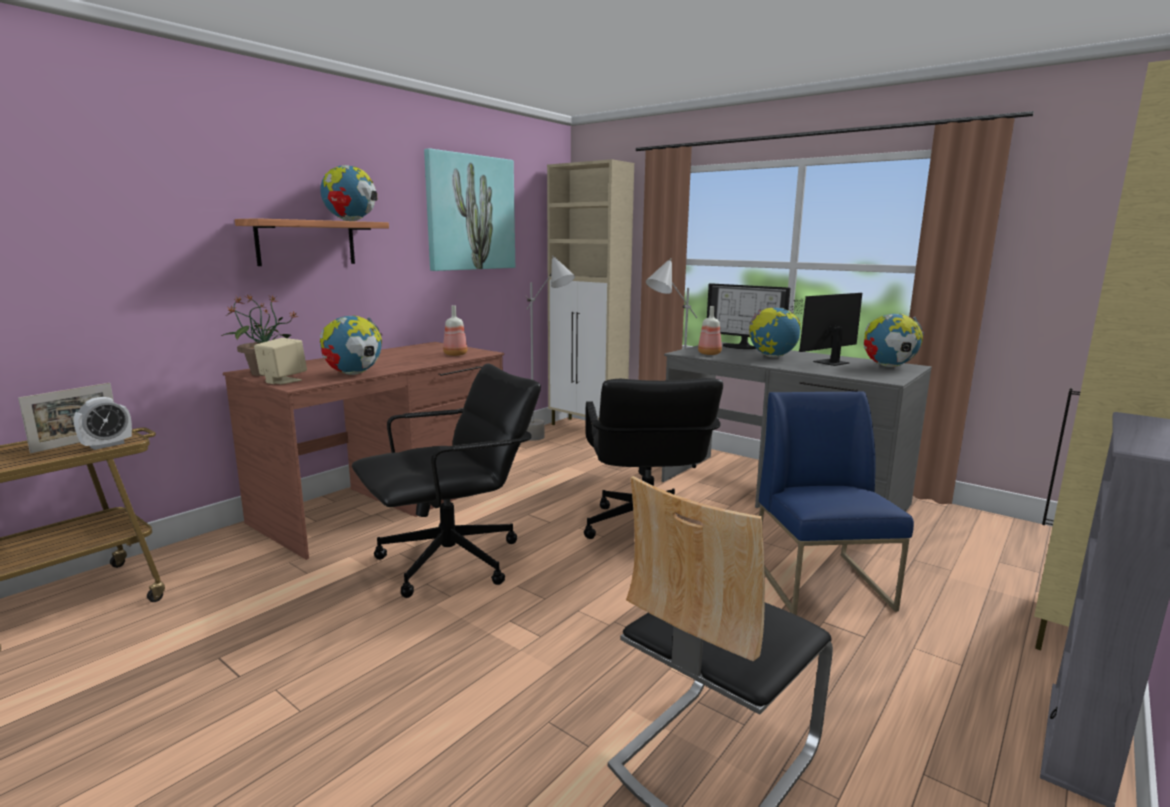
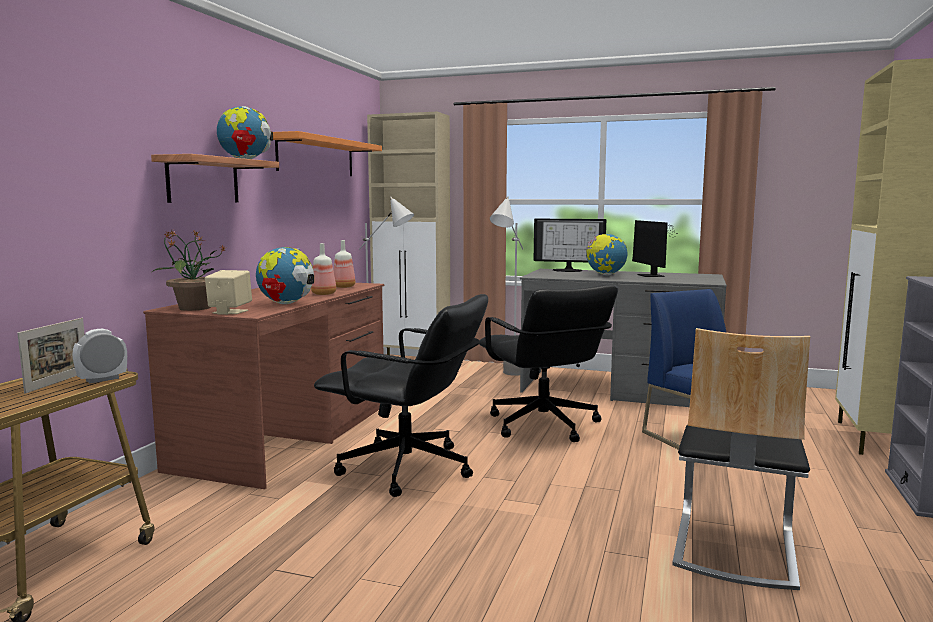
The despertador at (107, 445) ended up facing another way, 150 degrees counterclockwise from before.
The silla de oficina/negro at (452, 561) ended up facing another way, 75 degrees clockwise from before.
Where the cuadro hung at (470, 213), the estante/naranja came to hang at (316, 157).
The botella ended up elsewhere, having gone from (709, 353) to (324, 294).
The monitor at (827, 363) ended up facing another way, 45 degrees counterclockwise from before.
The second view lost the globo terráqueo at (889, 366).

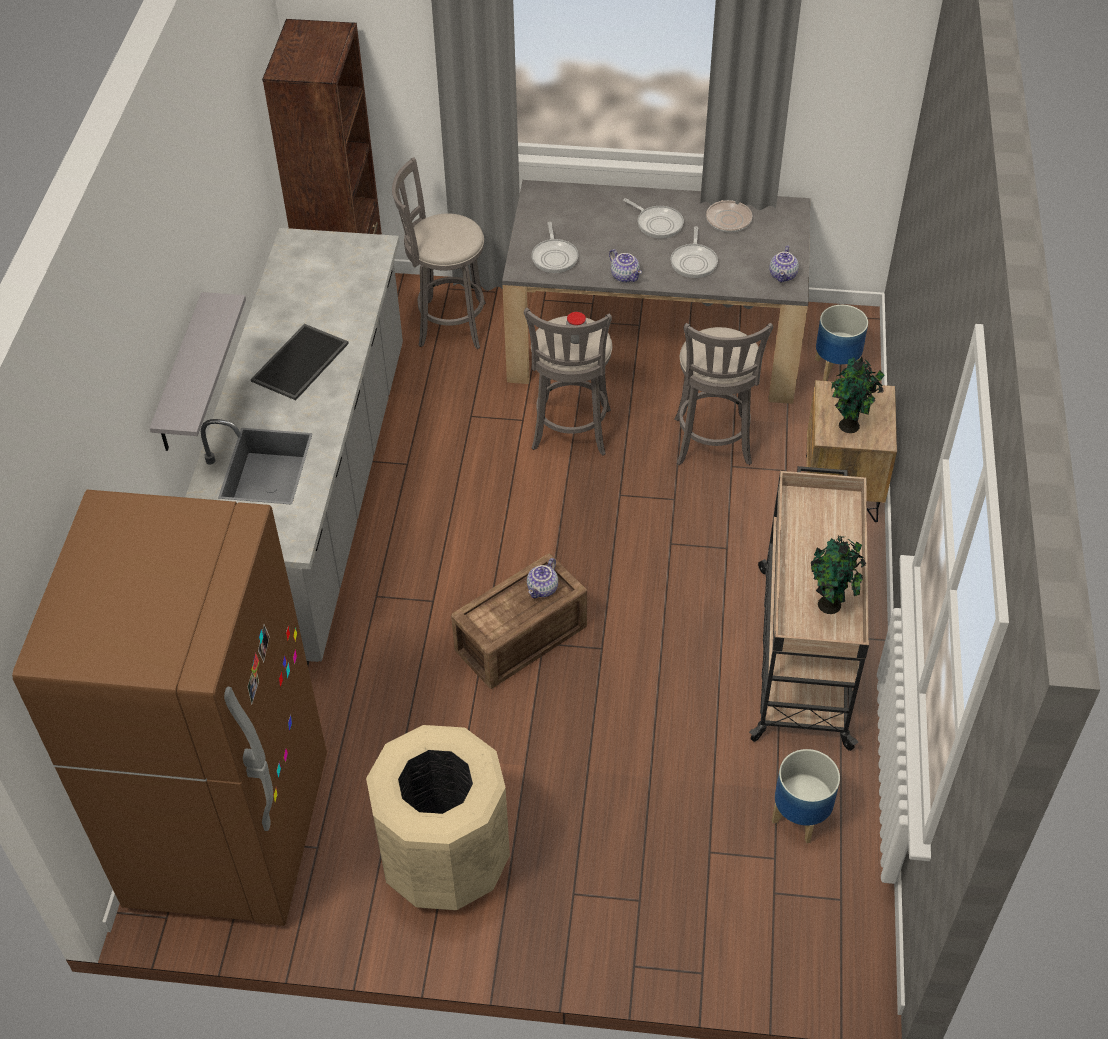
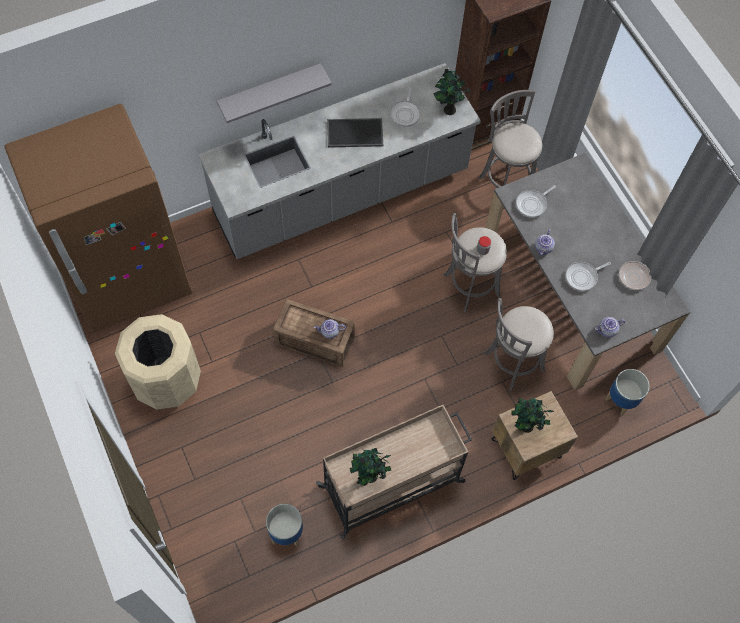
The sartén ended up elsewhere, having gone from (657, 223) to (405, 113).
The second view gained the planta en maceta at (448, 110).

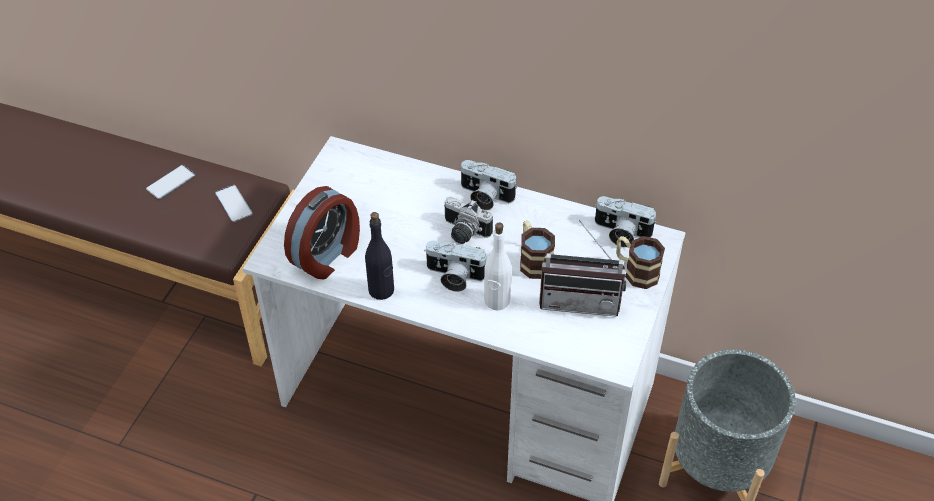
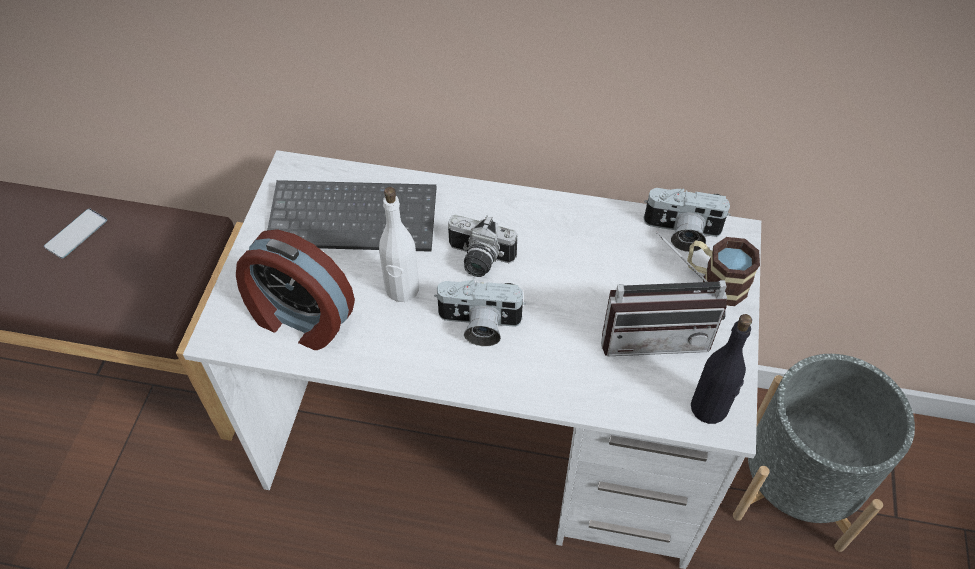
The second view lost the móvil at (233, 203).
The despertador at (327, 255) ended up facing another way, 90 degrees clockwise from before.
The botella/negro ended up elsewhere, having gone from (381, 290) to (709, 408).
The second view lost the cámara at (484, 197).
The botella/blanco ended up elsewhere, having gone from (496, 301) to (402, 289).
The second view lost the taza grande at (533, 260).
The second view gained the teclado at (356, 217).

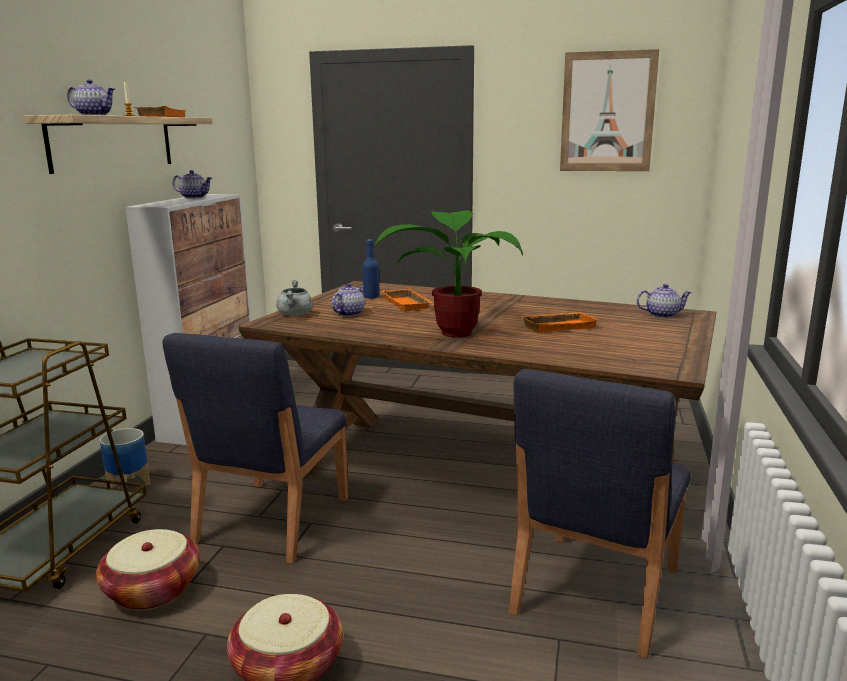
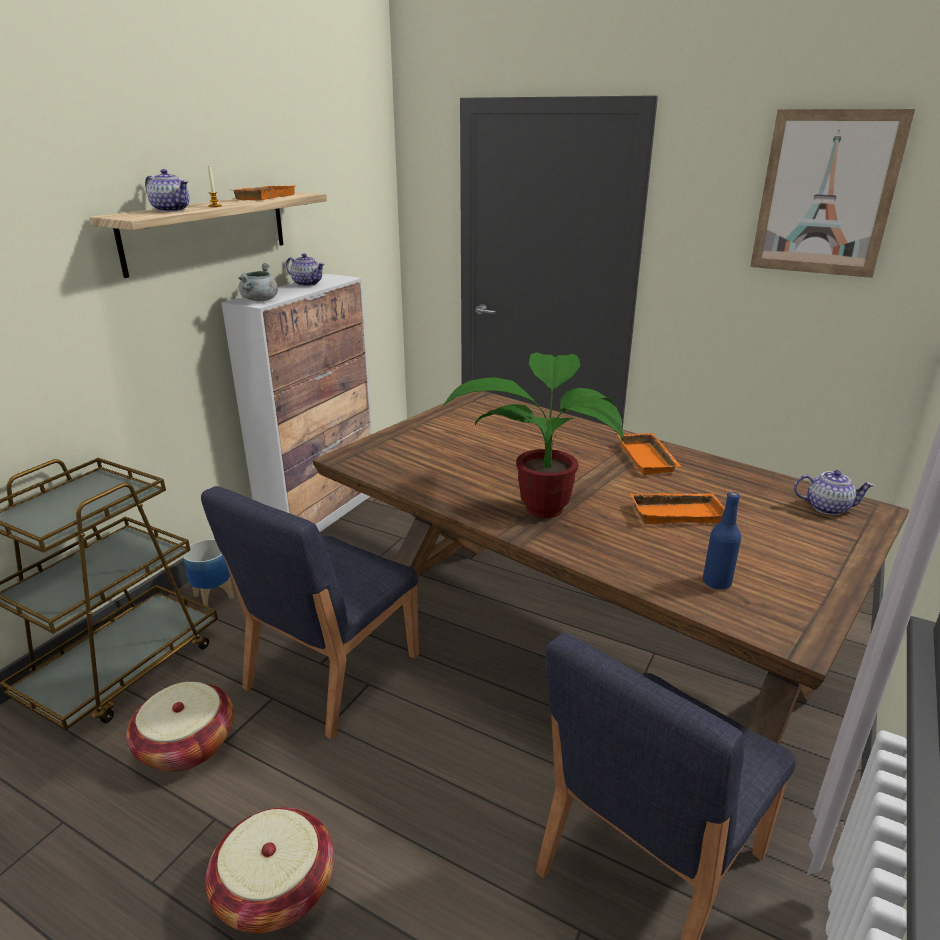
The olla/gris ended up elsewhere, having gone from (295, 315) to (260, 300).
The second view lost the tetera at (349, 313).
The botella/azul ended up elsewhere, having gone from (371, 297) to (716, 582).
The bandeja/naranja ended up elsewhere, having gone from (408, 304) to (649, 459).

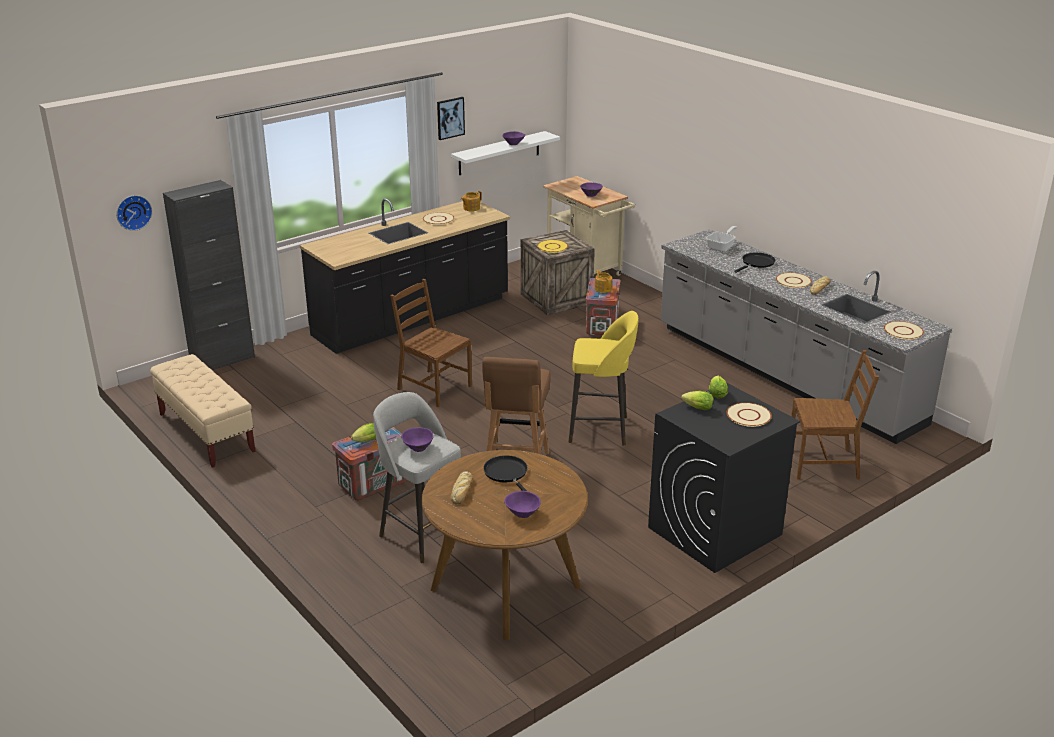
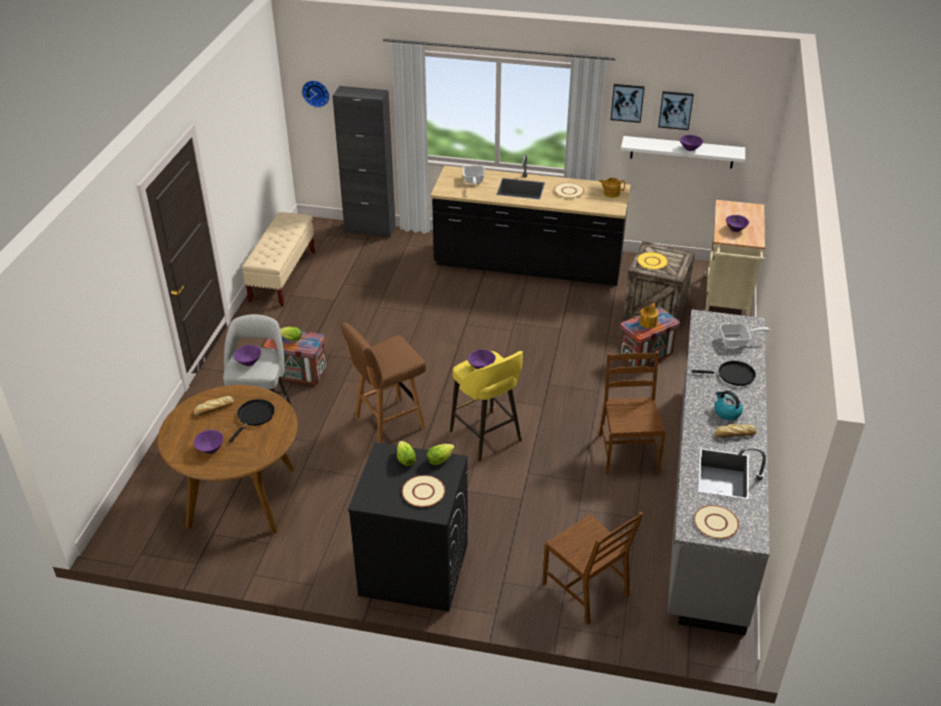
The silla/marrón ended up elsewhere, having gone from (433, 388) to (627, 452).
Where the plato/beis stood at (793, 281), the hervidor came to stand at (726, 412).
The second view gained the sartén at (473, 181).
The second view gained the cuenco/morado at (481, 367).
The second view gained the cuadro at (675, 110).

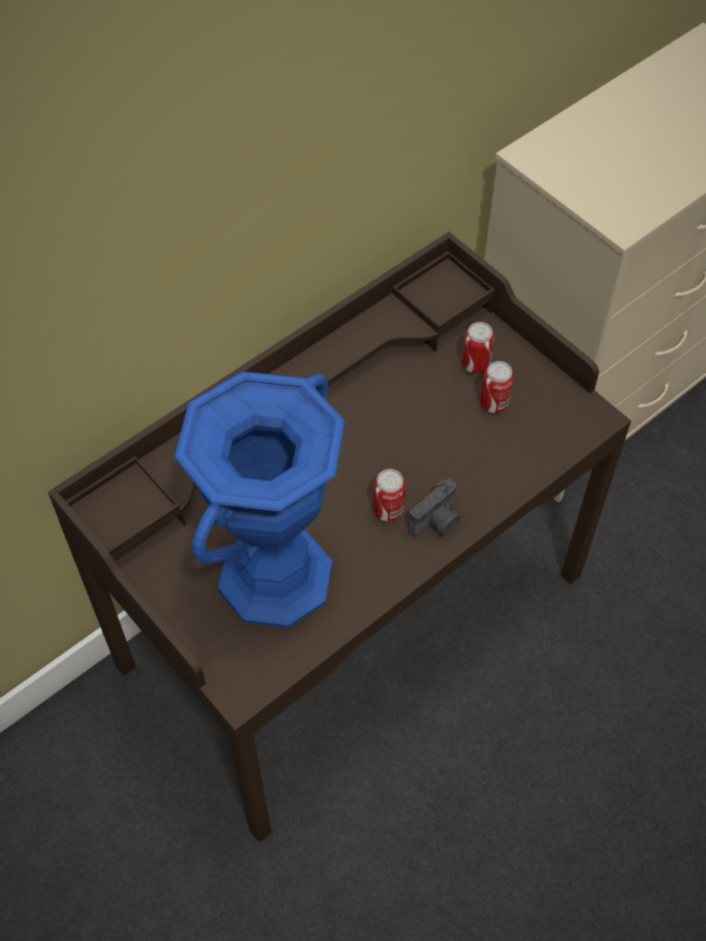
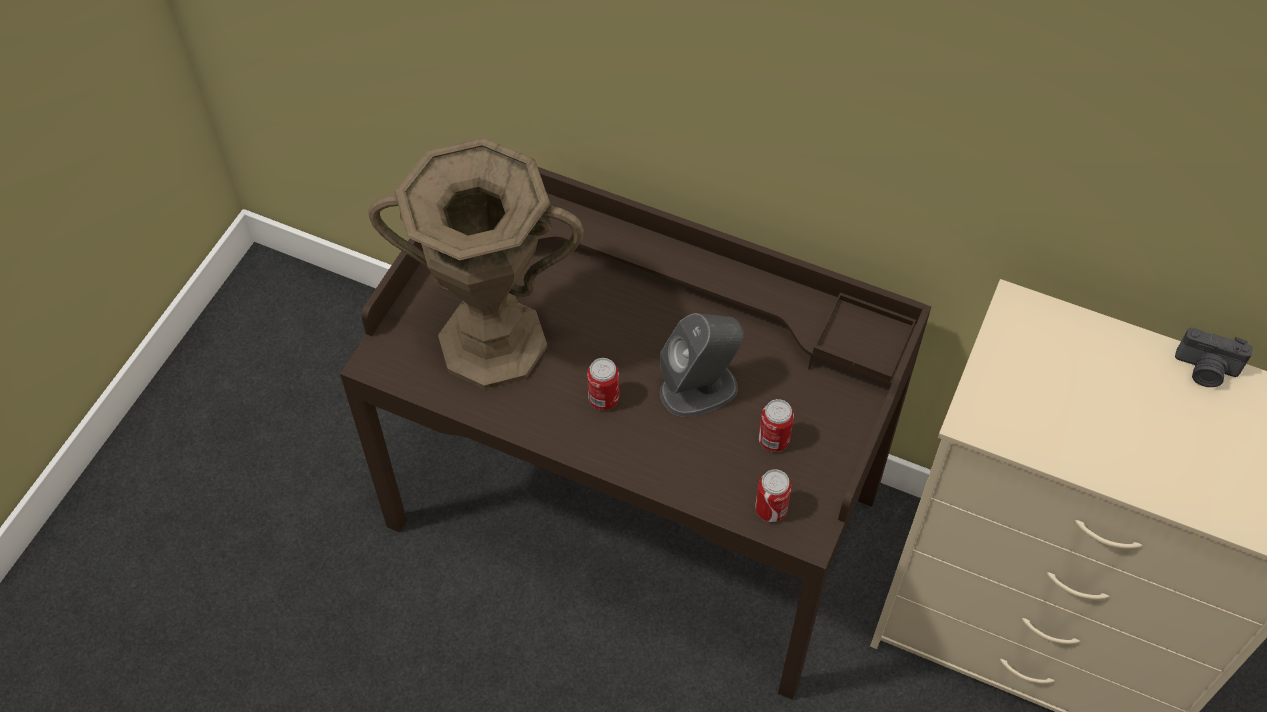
What was the florero/azul at (275, 577) turned into the florero/marrón at (493, 342).
The cámara ended up elsewhere, having gone from (437, 522) to (1205, 370).
The lata ended up elsewhere, having gone from (475, 365) to (770, 509).
The second view gained the altavoz/gris at (699, 389).

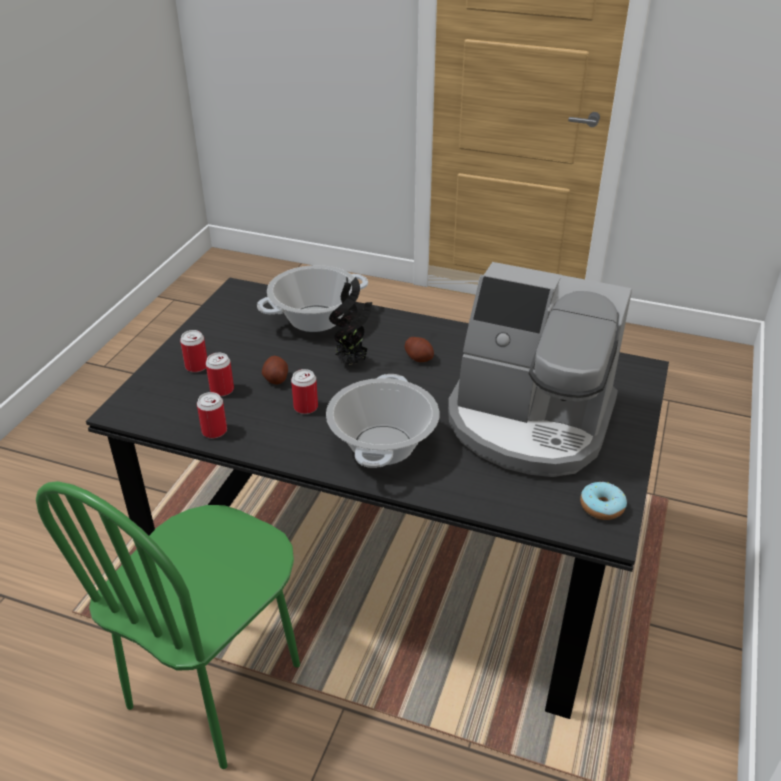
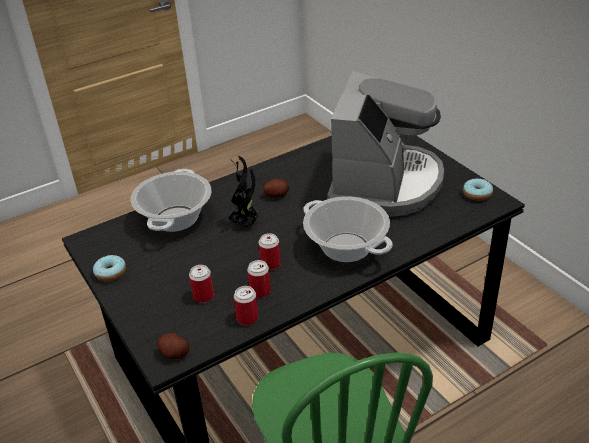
The lata ended up elsewhere, having gone from (196, 366) to (260, 291).
The patata ended up elsewhere, having gone from (276, 379) to (174, 353).
The cafetera at (529, 422) ended up facing another way, 45 degrees counterclockwise from before.
The second view gained the rosquilla at (110, 273).

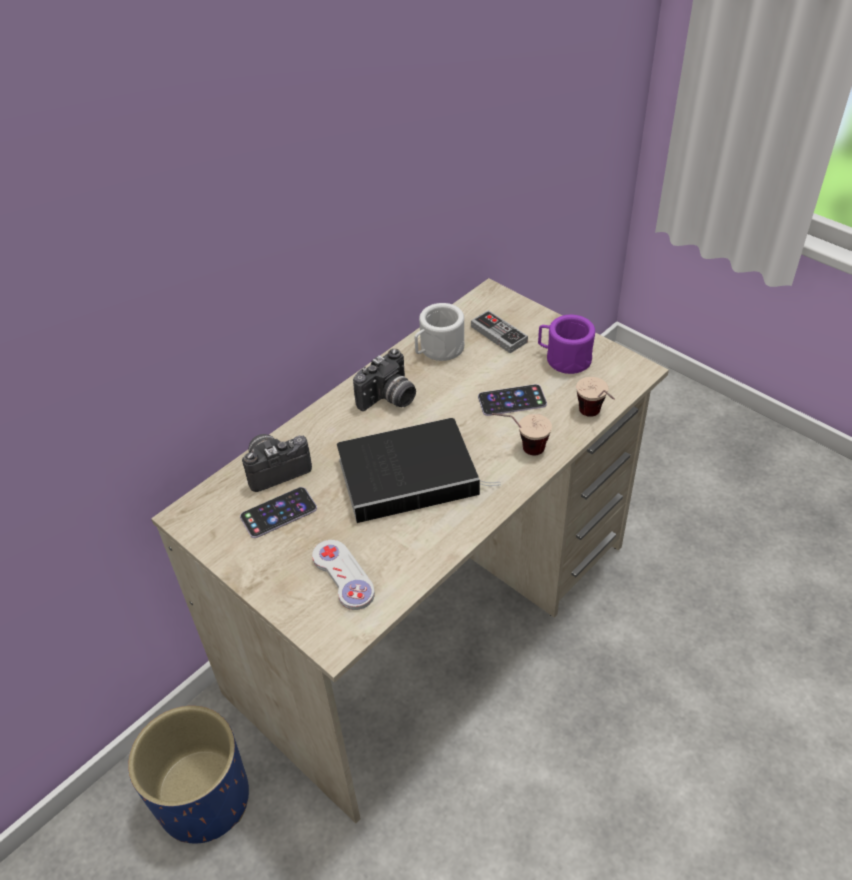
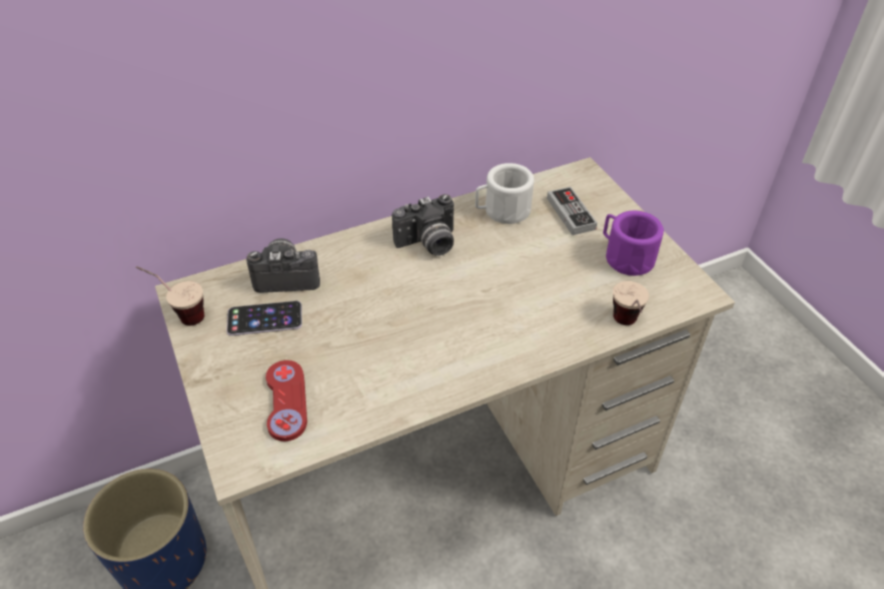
What was the mando de consola/blanco at (343, 575) turned into the mando de consola/rojo at (286, 401).
The second view lost the libro at (411, 474).
The second view lost the móvil at (512, 400).
The taza ended up elsewhere, having gone from (520, 449) to (180, 314).

